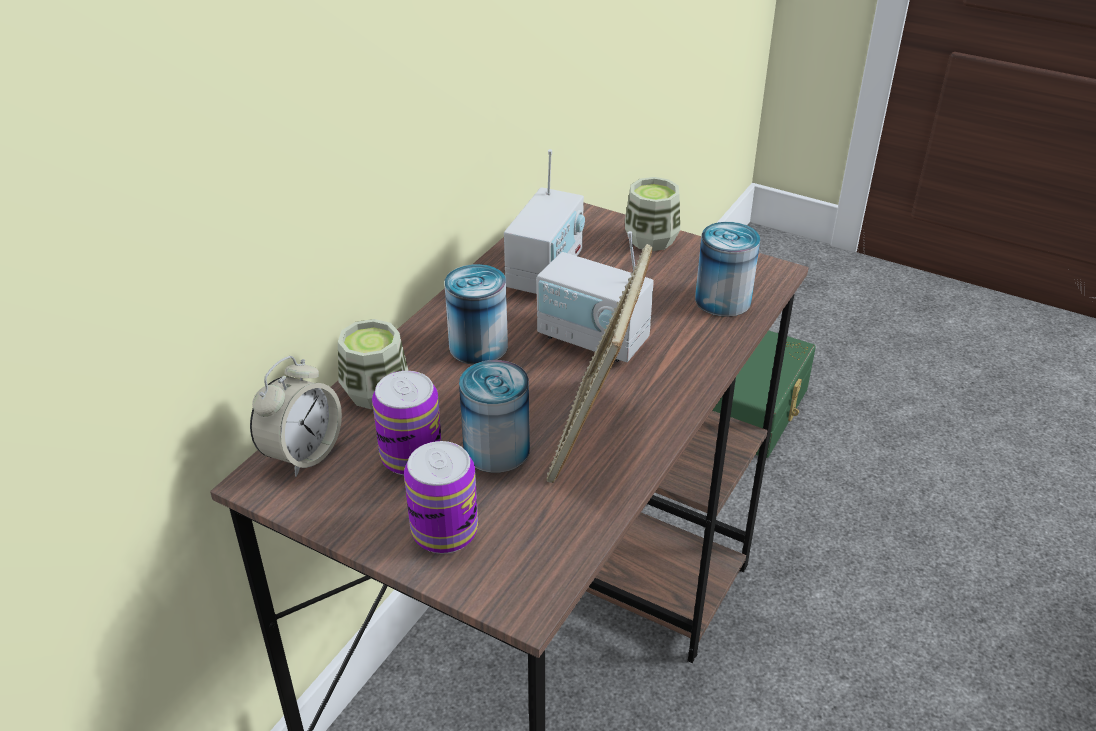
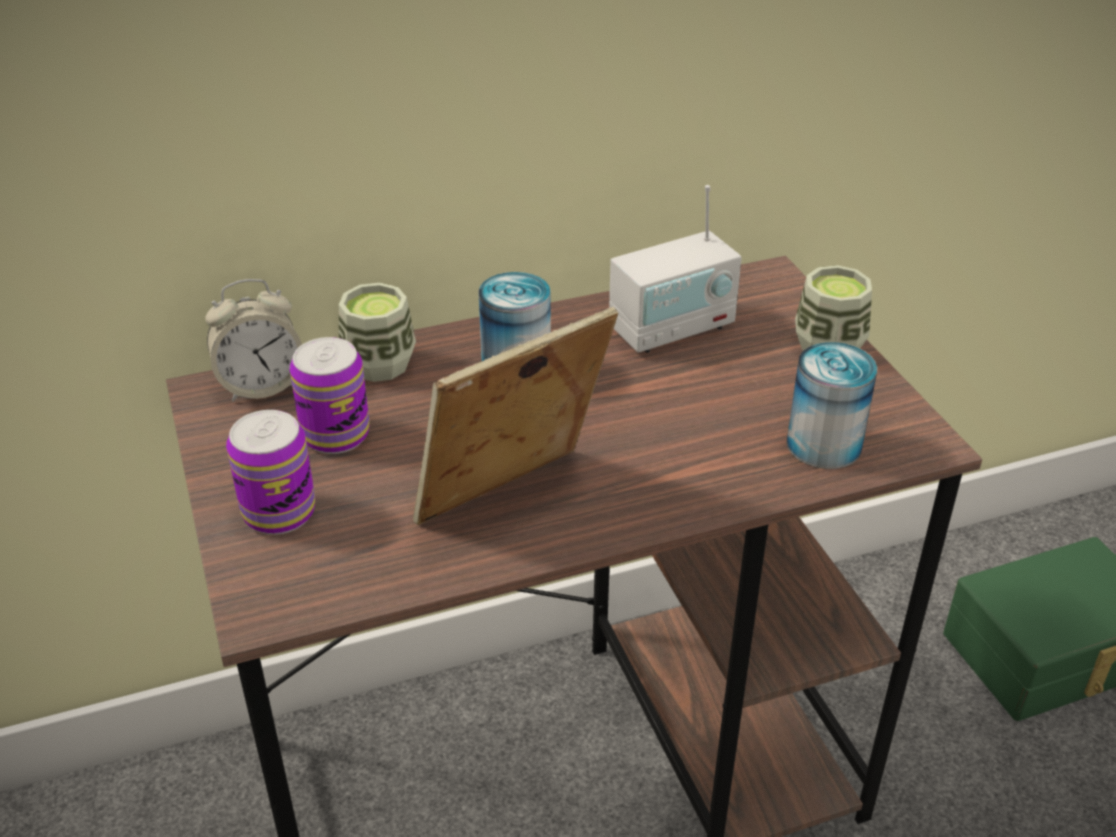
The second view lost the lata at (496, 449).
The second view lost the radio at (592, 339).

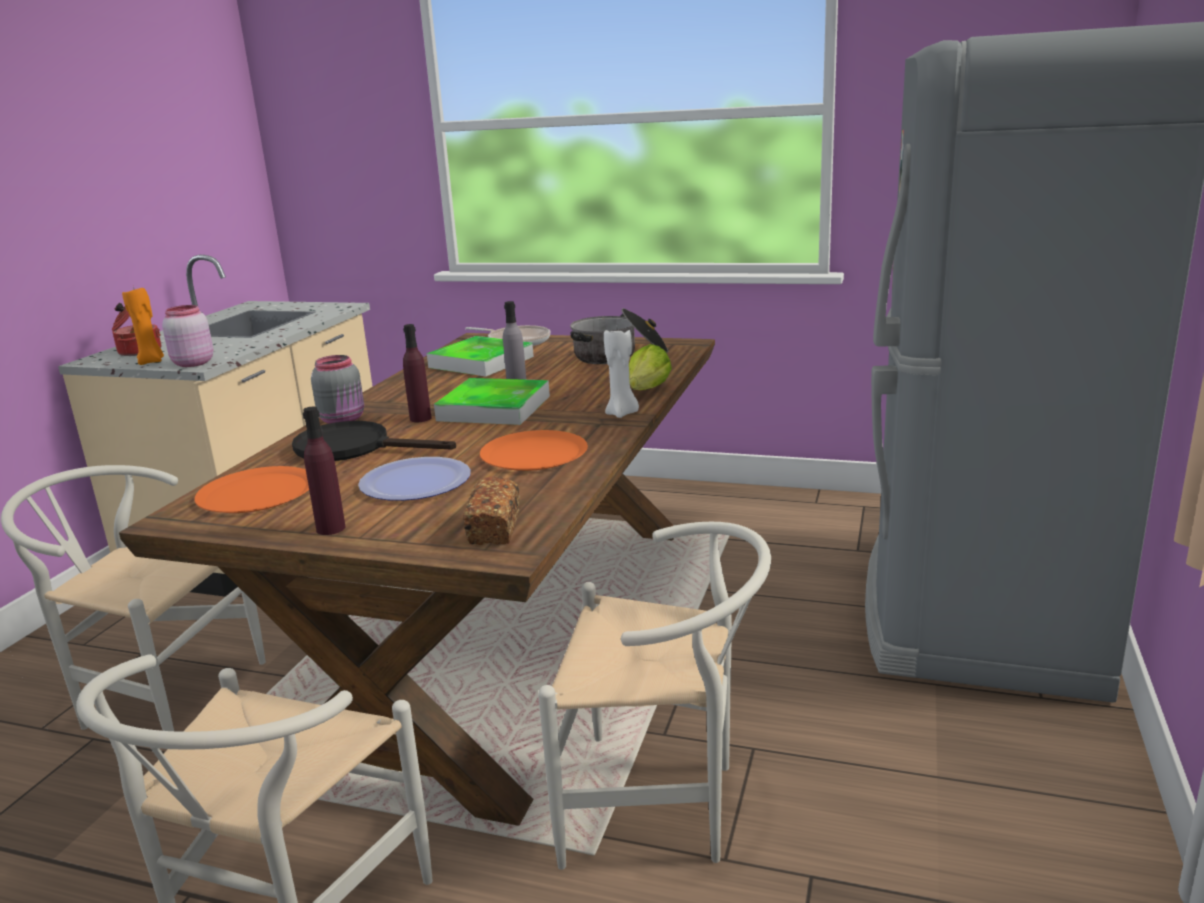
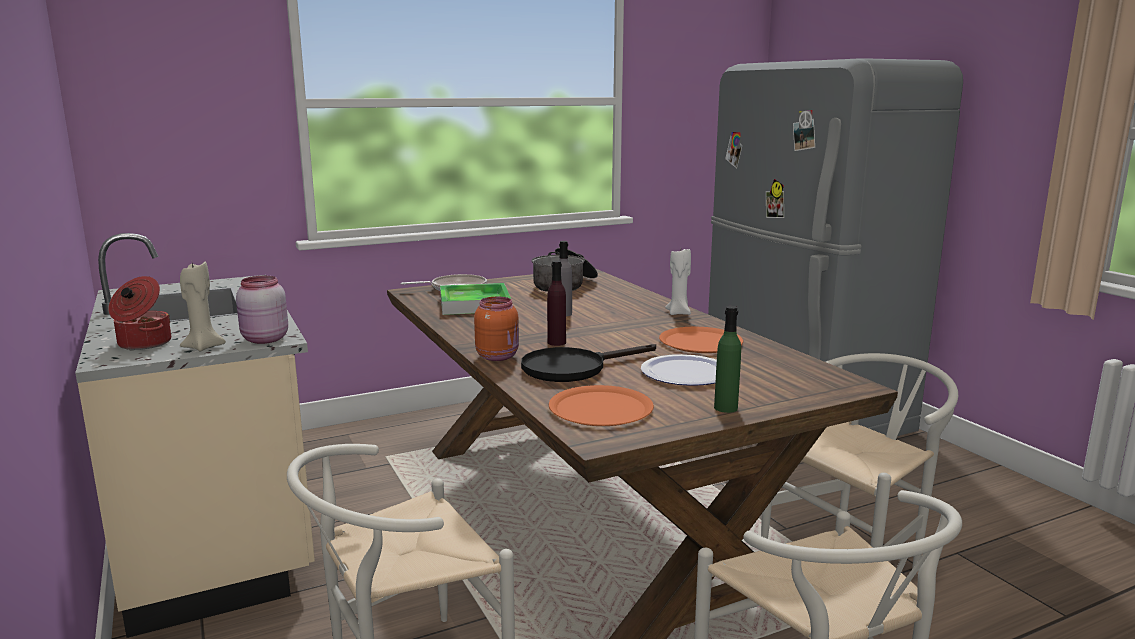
What was the vela/naranja at (151, 361) turned into the vela/beis at (203, 347).
What was the botella/morado at (331, 528) turned into the botella/verde at (725, 408).
What was the tarro/gris at (343, 420) turned into the tarro/naranja at (498, 356).
The second view lost the bandeja at (494, 408).
The second view lost the pan at (494, 528).
The second view lost the lechuga at (643, 393).

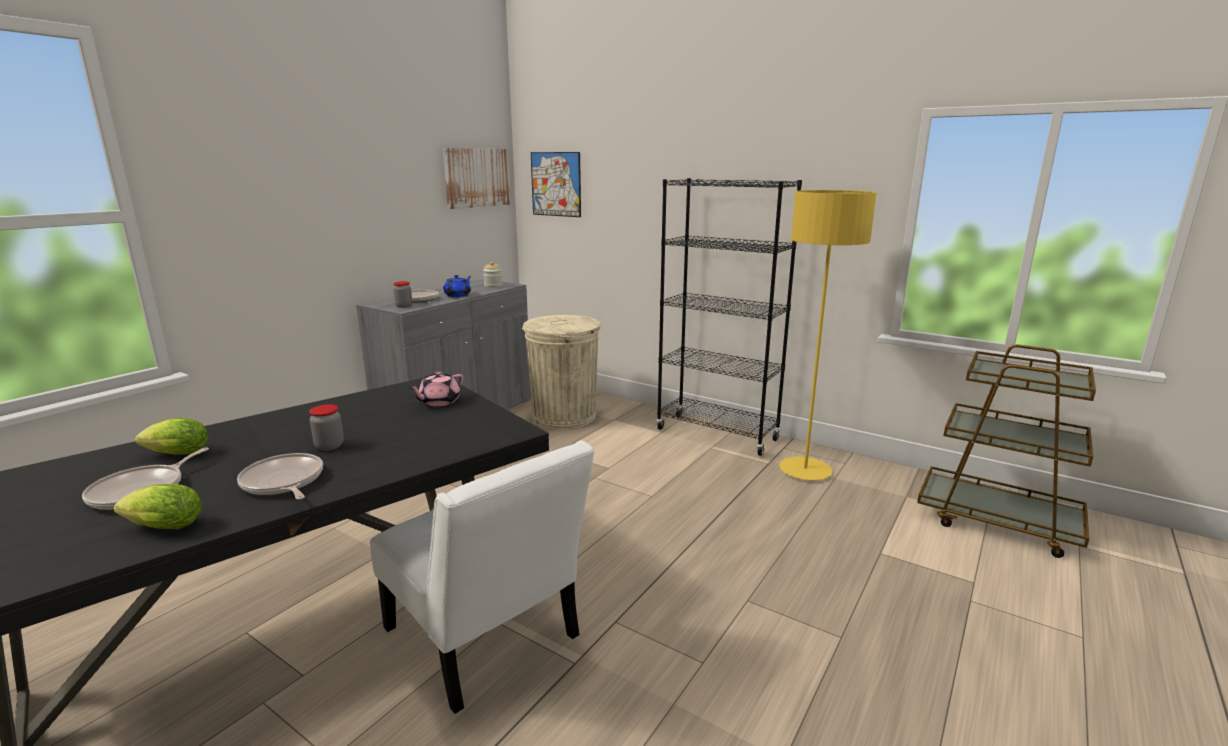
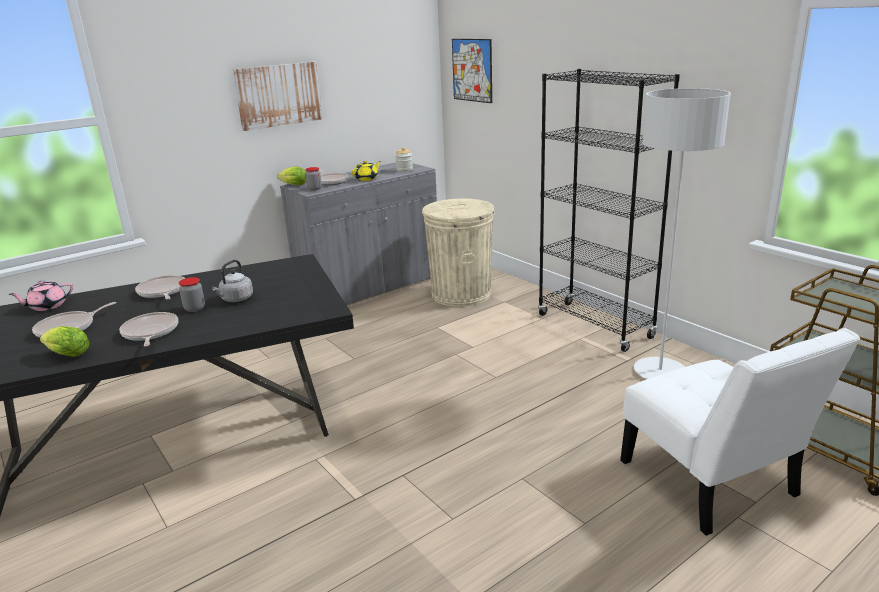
The lechuga ended up elsewhere, having gone from (174, 454) to (292, 185).
The silla/blanco ended up elsewhere, having gone from (486, 639) to (713, 484).
The tetera/rosa ended up elsewhere, having gone from (439, 402) to (47, 306).
The cuadro ended up elsewhere, having gone from (477, 178) to (278, 95).
What was the tetera/azul at (458, 295) turned into the tetera/amarillo at (367, 179).
What was the lámpara de pie/amarillo at (805, 471) turned into the lámpara de pie/gris at (660, 372).
The second view gained the sartén at (162, 292).
The second view gained the hervidor/gris at (236, 299).

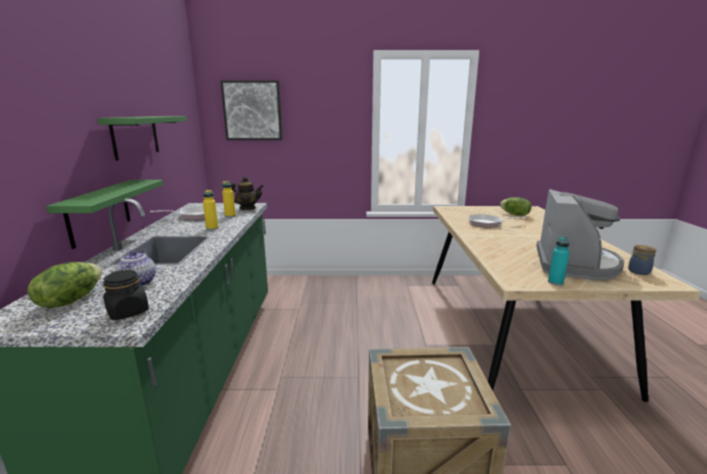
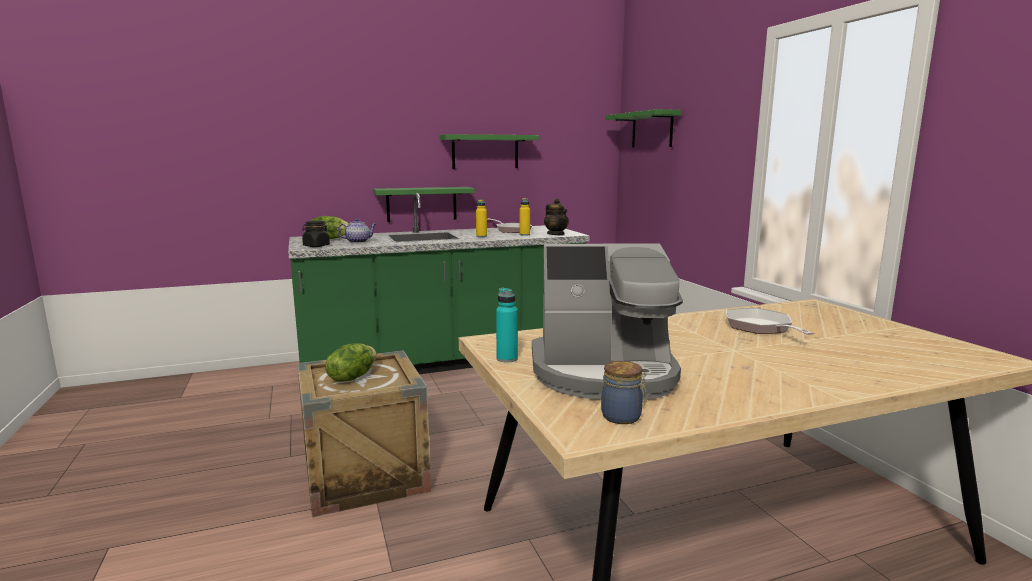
Where the cuadro hung at (252, 111), the estante/verde came to hang at (652, 130).
The lechuga ended up elsewhere, having gone from (514, 214) to (352, 377).

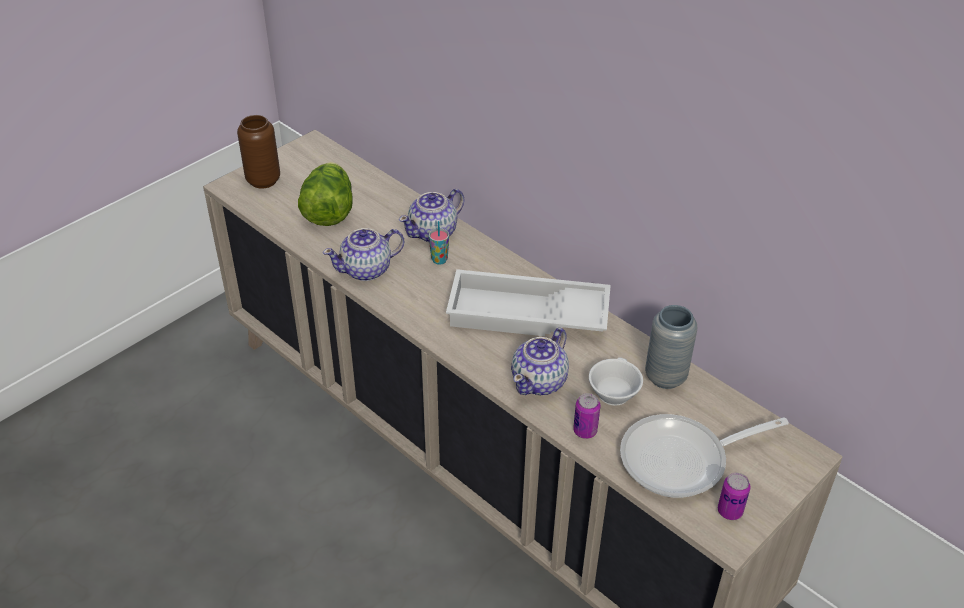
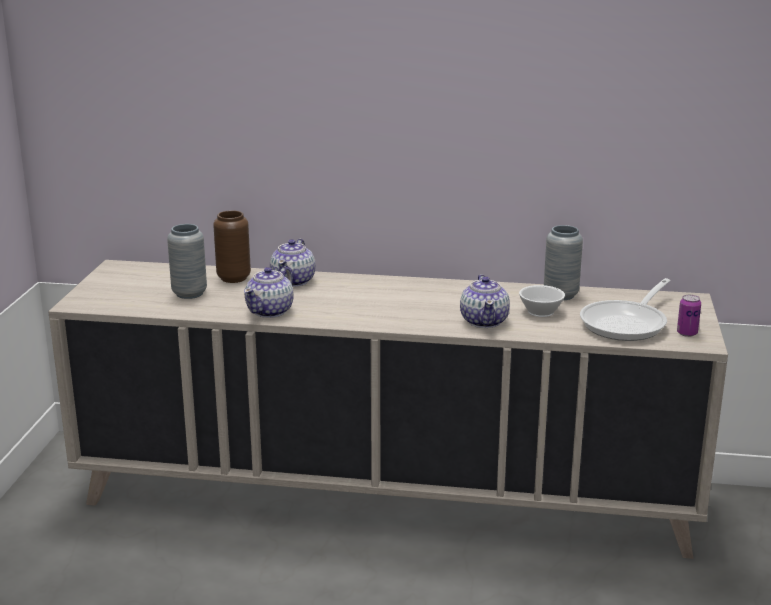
The florero/marrón ended up elsewhere, having gone from (263, 180) to (233, 278).
Where the lechuga stood at (328, 211), the florero/gris came to stand at (189, 294).
The second view lost the taza at (439, 260).
The second view lost the bandeja/blanco at (526, 315).
The second view lost the lata at (585, 431).

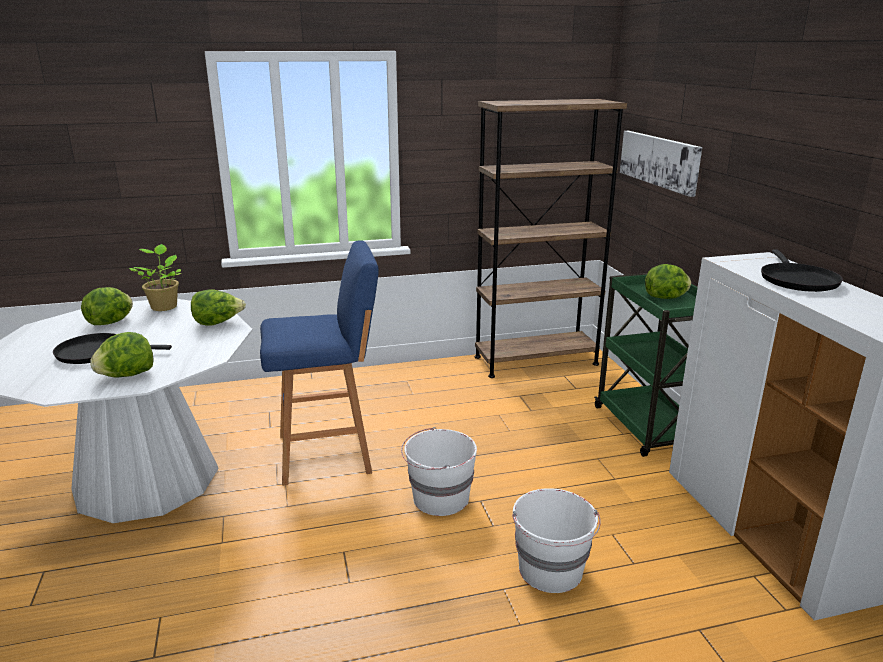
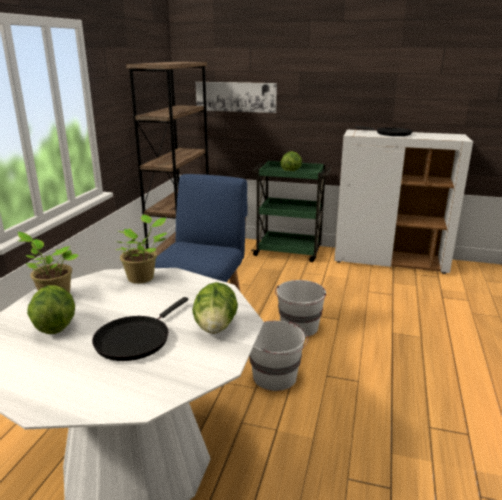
Where the lechuga stood at (218, 323), the planta en maceta came to stand at (143, 277).
The cubo/blanco ended up elsewhere, having gone from (551, 571) to (275, 376).

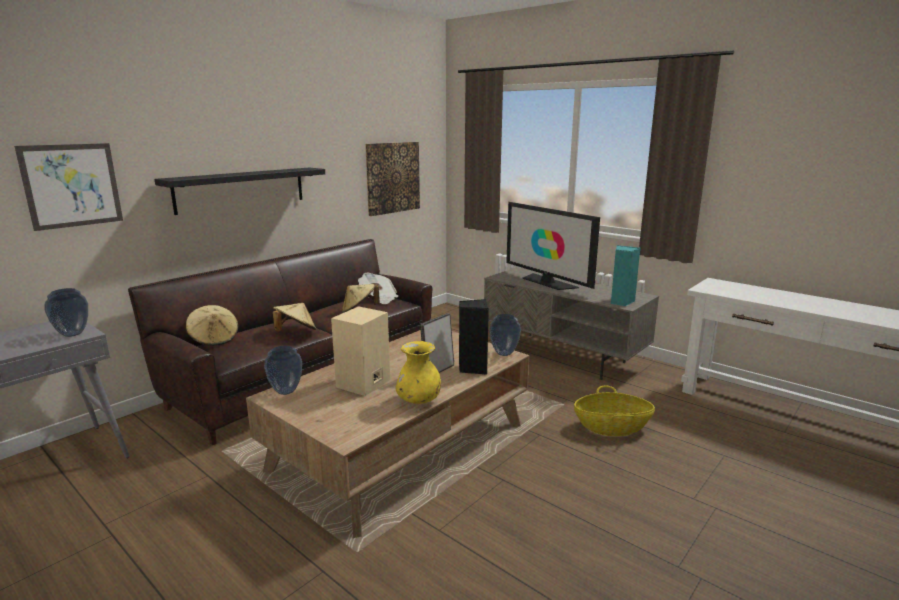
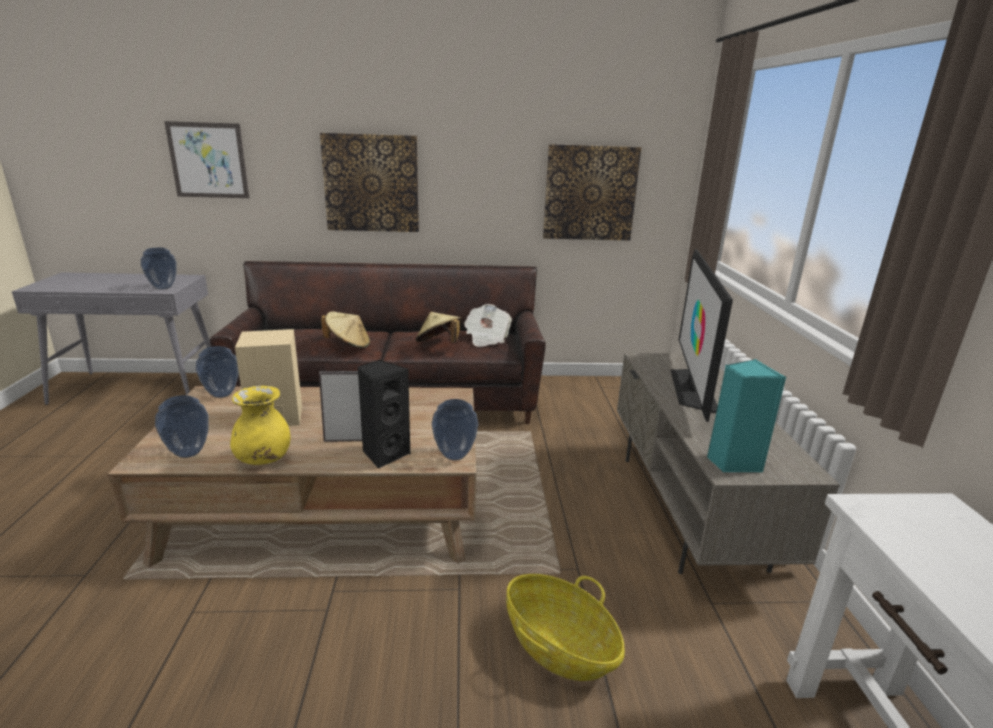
Where the estante/negro hung at (241, 189), the cuadro came to hang at (371, 183).
The second view lost the sombrero/beis at (214, 339).
The second view gained the florero at (189, 453).

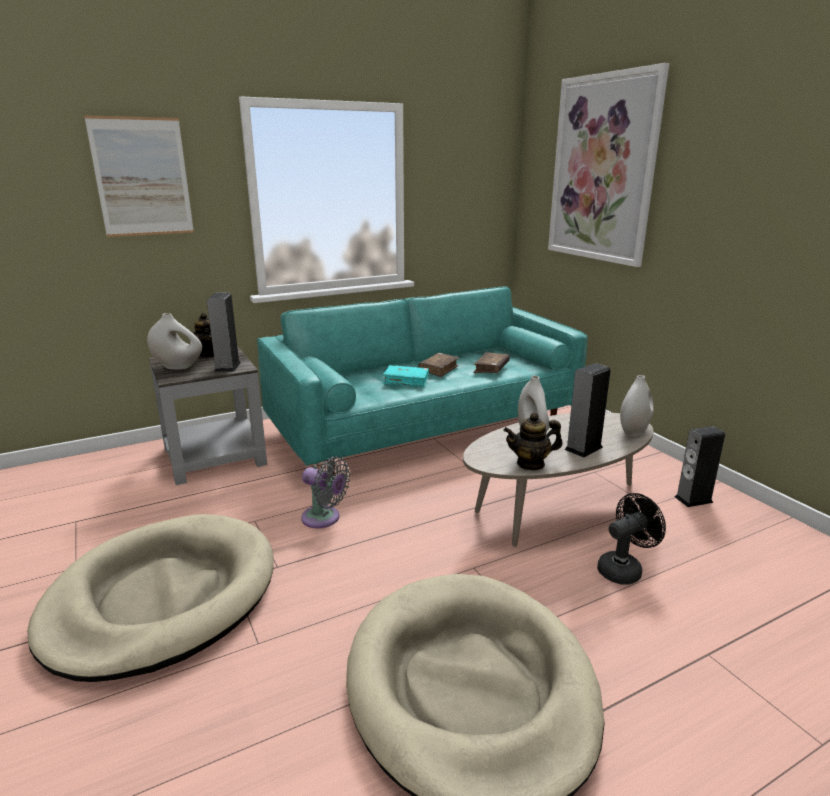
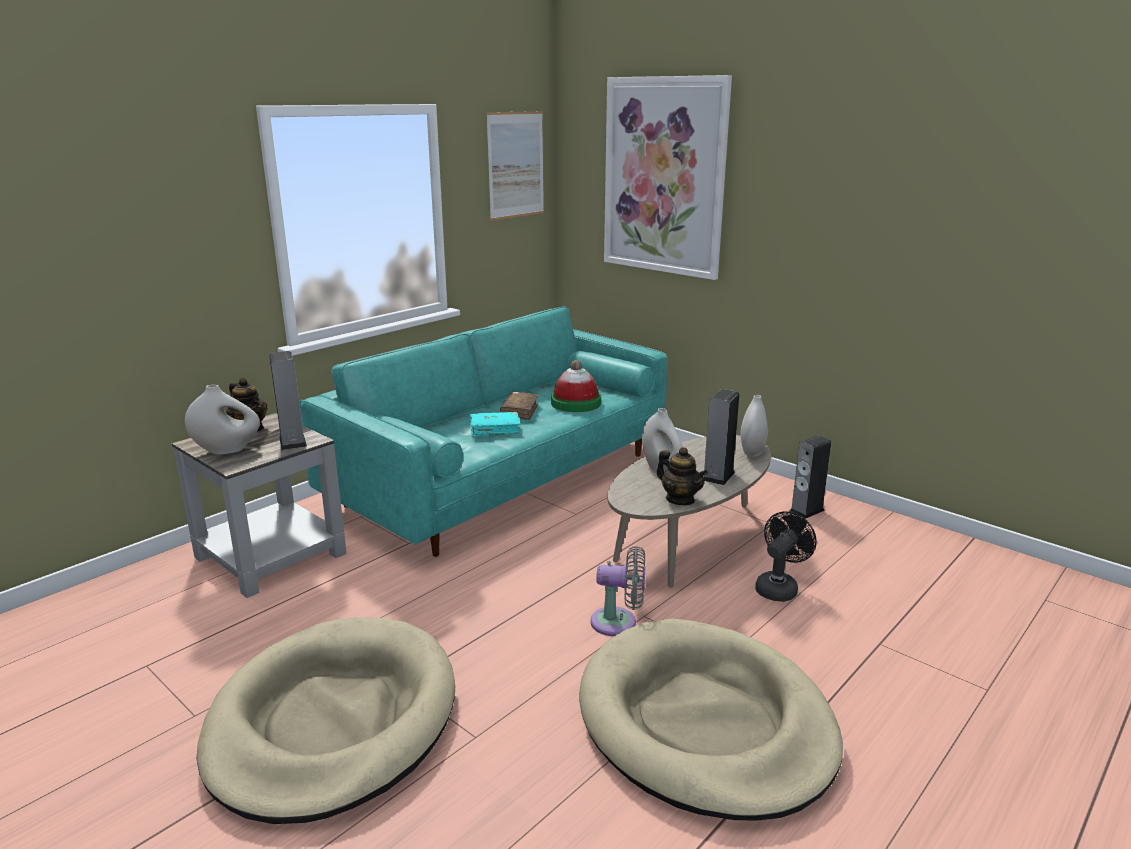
The cuadro ended up elsewhere, having gone from (142, 177) to (516, 165).
The ventilador/gris ended up elsewhere, having gone from (324, 518) to (618, 622).
Where the libro/marrón stood at (491, 368), the sombrero came to stand at (576, 403).
The tetera at (531, 464) ended up facing another way, 105 degrees counterclockwise from before.

